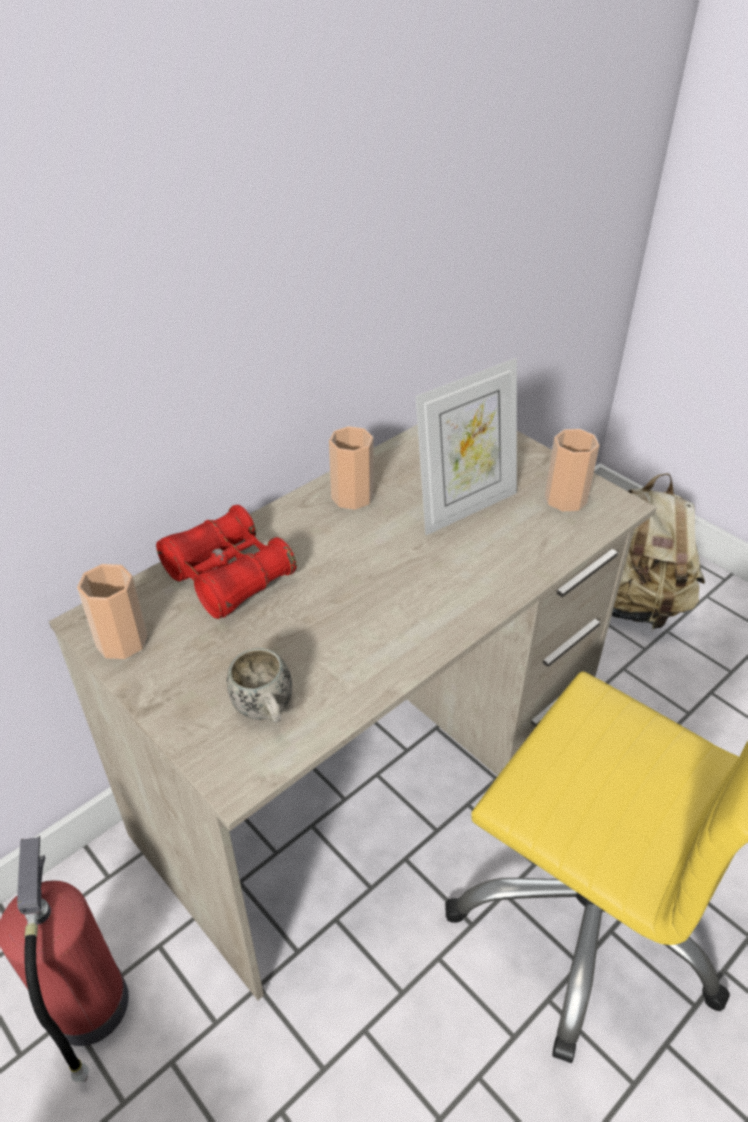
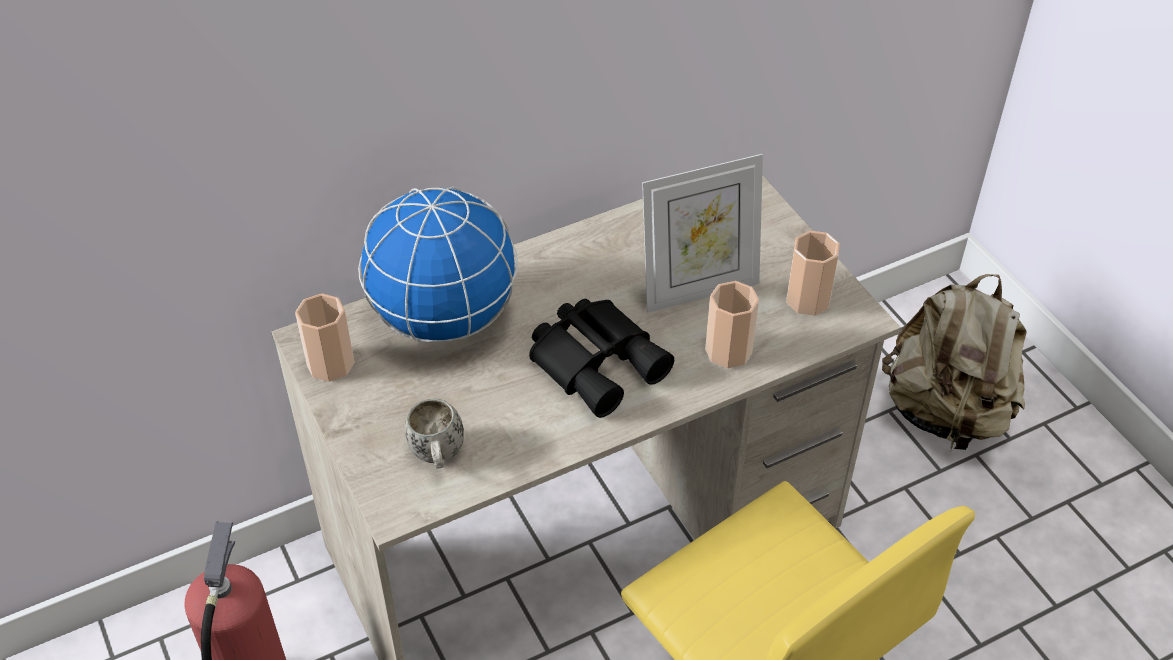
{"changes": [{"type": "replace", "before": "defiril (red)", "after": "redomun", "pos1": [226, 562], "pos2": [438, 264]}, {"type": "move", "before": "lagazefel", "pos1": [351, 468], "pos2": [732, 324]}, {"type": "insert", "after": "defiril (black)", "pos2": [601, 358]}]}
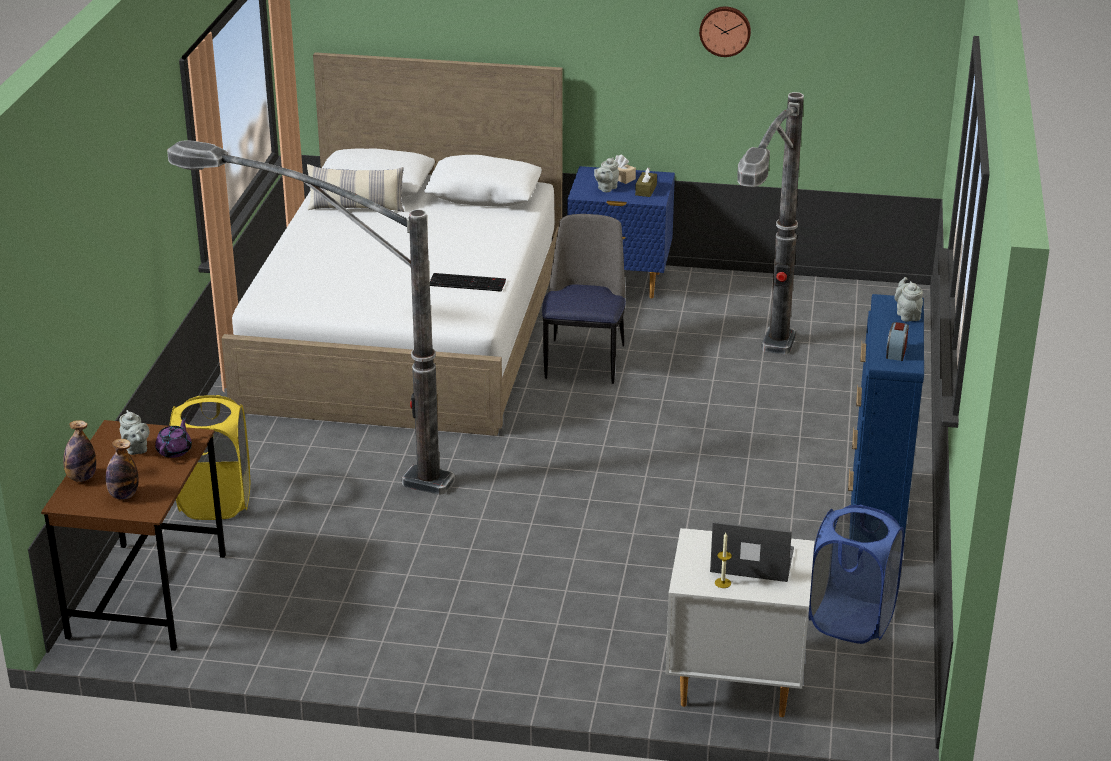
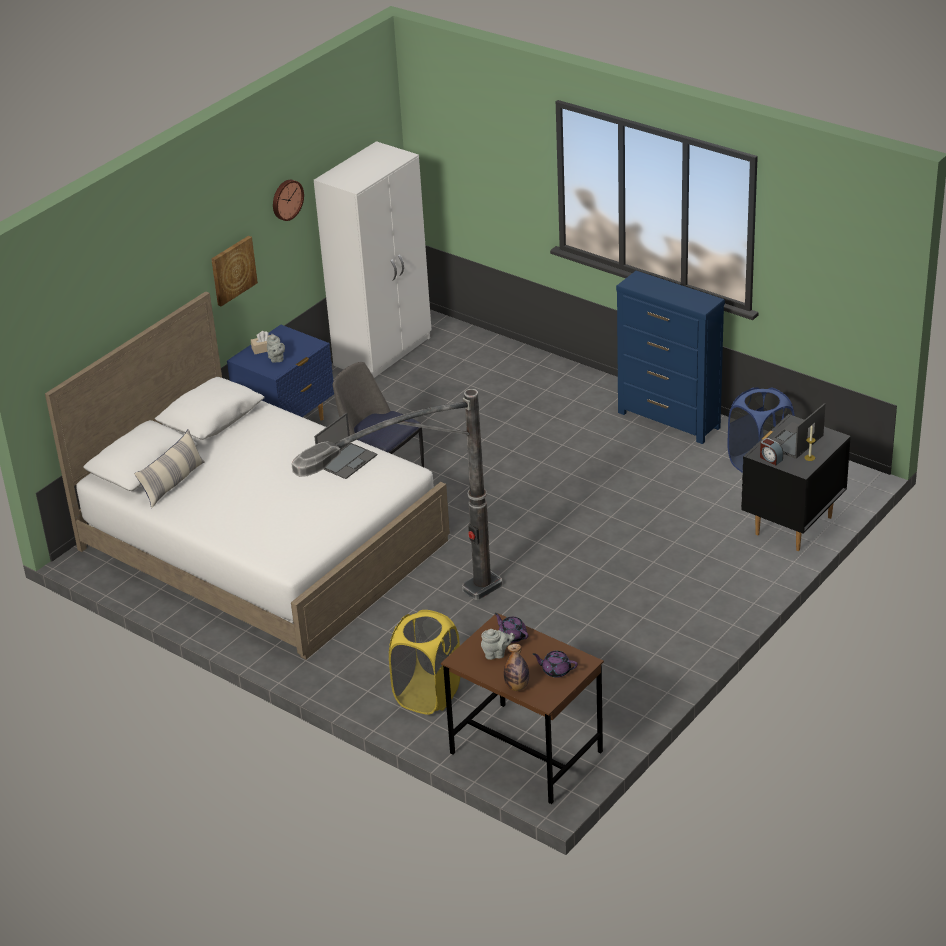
{"changes": [{"type": "replace", "before": "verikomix", "after": "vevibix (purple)", "pos1": [122, 469], "pos2": [555, 664]}, {"type": "replace", "before": "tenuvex", "after": "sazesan", "pos1": [468, 282], "pos2": [345, 446]}, {"type": "delete", "before": "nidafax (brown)", "pos1": [646, 182]}, {"type": "recolor", "before": "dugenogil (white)", "after": "dugenogil (black)", "pos1": [740, 622], "pos2": [796, 482]}, {"type": "delete", "before": "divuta", "pos1": [770, 223]}, {"type": "move", "before": "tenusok", "pos1": [897, 341], "pos2": [771, 451]}, {"type": "delete", "before": "vevibix (grey)", "pos1": [908, 299]}, {"type": "insert", "after": "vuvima", "pos2": [234, 271]}, {"type": "insert", "after": "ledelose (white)", "pos2": [372, 259]}]}
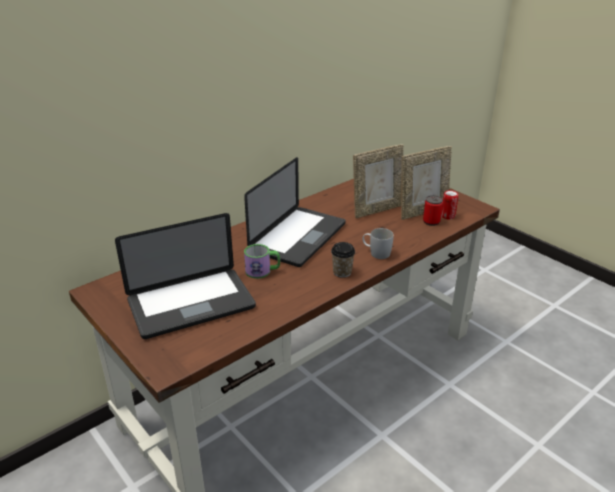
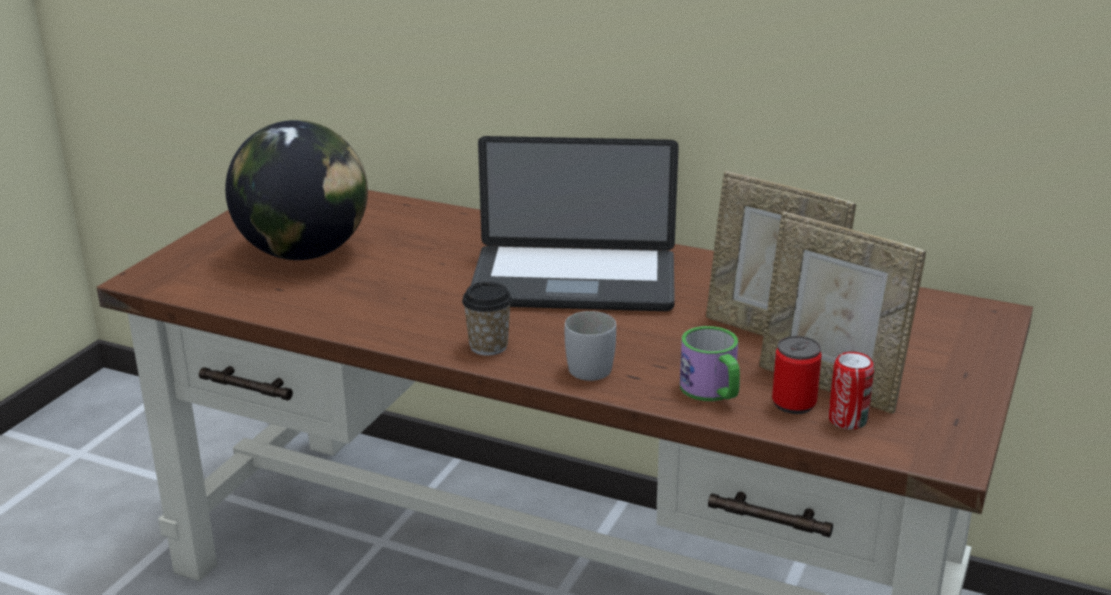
{"changes": [{"type": "replace", "before": "sazesan", "after": "redomun", "pos1": [185, 276], "pos2": [296, 190]}, {"type": "move", "before": "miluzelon", "pos1": [262, 261], "pos2": [710, 363]}]}
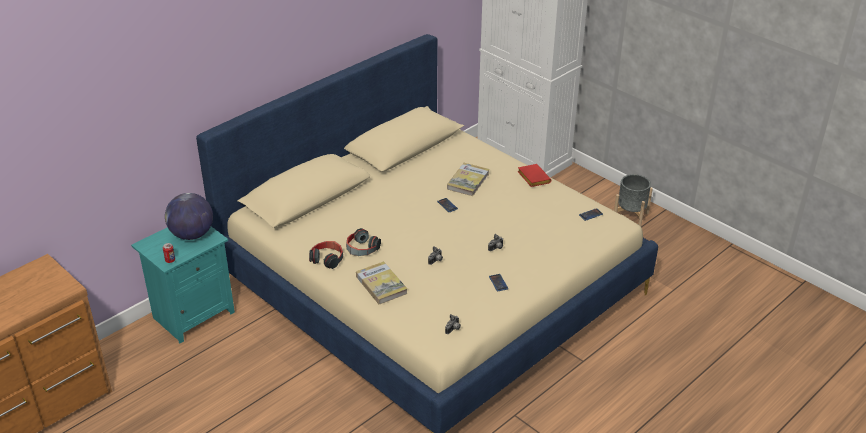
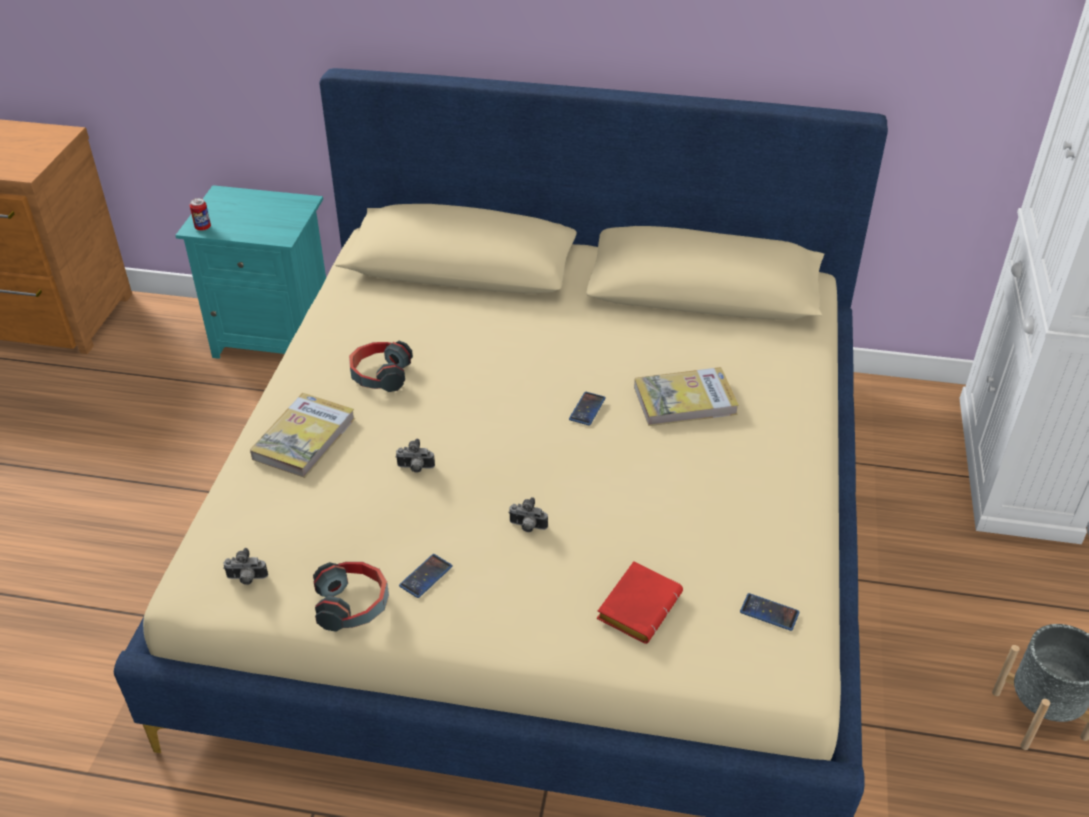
{"changes": [{"type": "delete", "before": "redomun", "pos1": [189, 216]}, {"type": "move", "before": "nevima", "pos1": [326, 255], "pos2": [351, 597]}, {"type": "move", "before": "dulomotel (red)", "pos1": [534, 175], "pos2": [640, 602]}]}
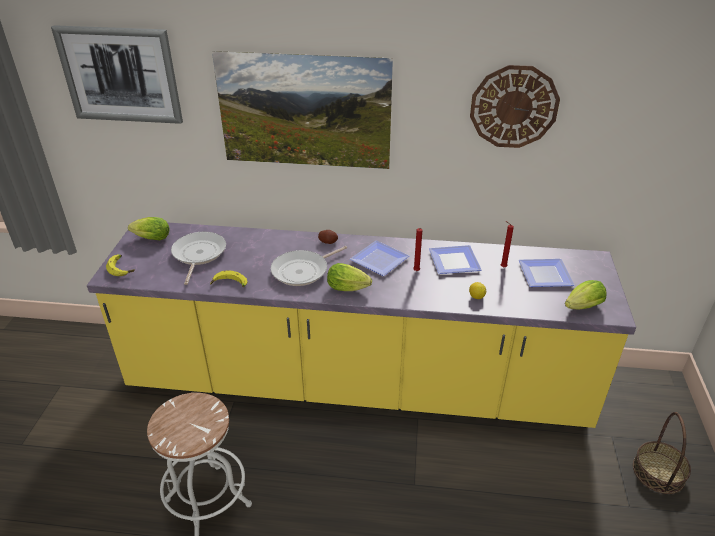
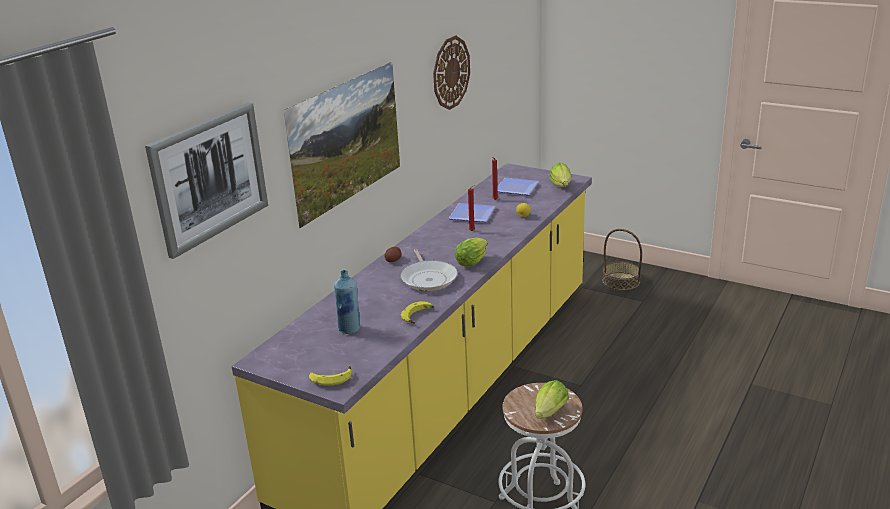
{"changes": [{"type": "move", "before": "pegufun", "pos1": [149, 228], "pos2": [552, 399]}, {"type": "replace", "before": "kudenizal", "after": "verikomix (blue)", "pos1": [198, 258], "pos2": [347, 302]}, {"type": "delete", "before": "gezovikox", "pos1": [379, 258]}]}
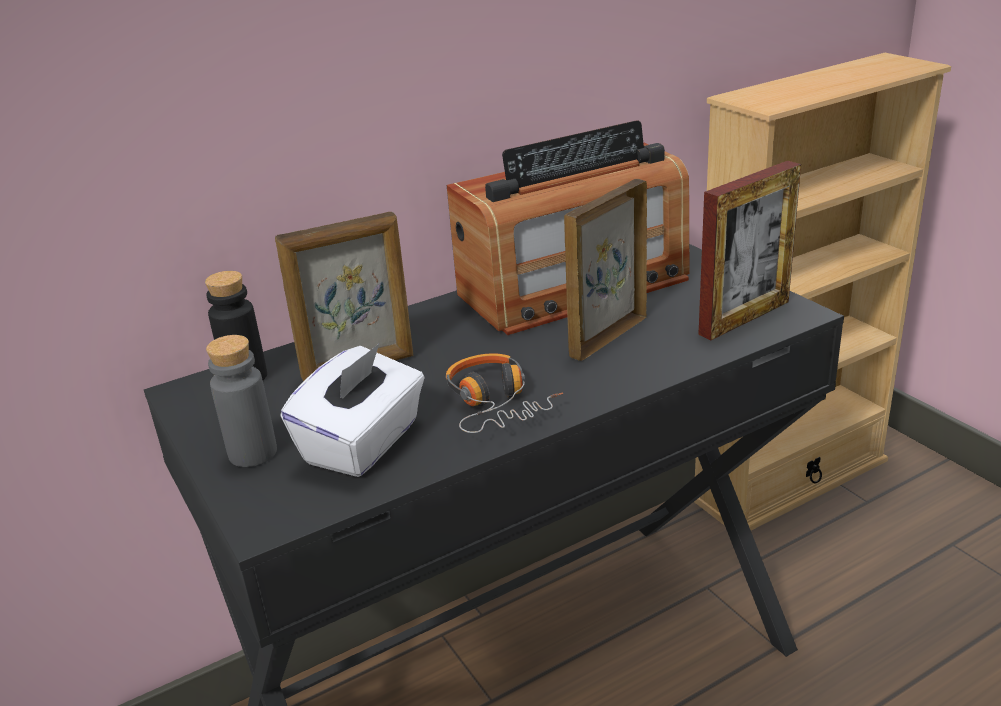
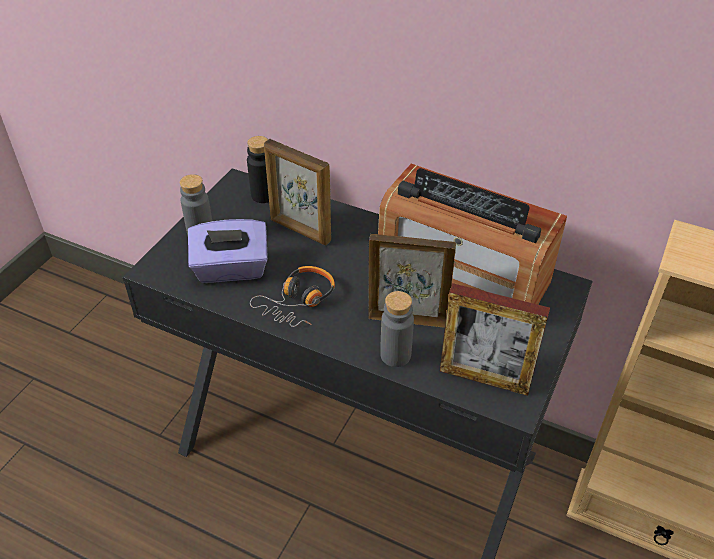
{"changes": [{"type": "recolor", "before": "nidafax (white)", "after": "nidafax (purple)", "pos1": [353, 410], "pos2": [228, 251]}, {"type": "insert", "after": "verikomix (grey)", "pos2": [397, 329]}]}
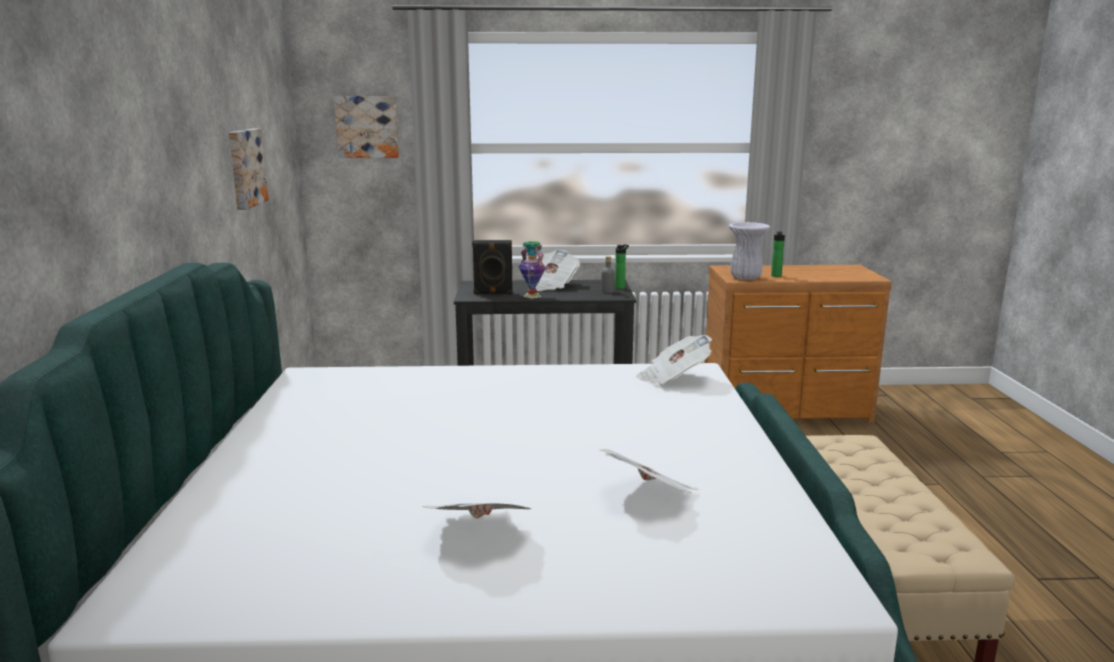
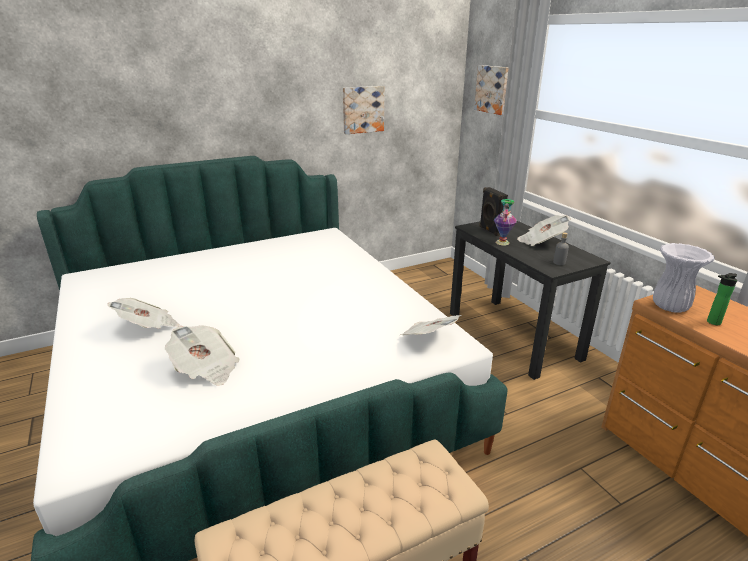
{"changes": [{"type": "delete", "before": "verikomix", "pos1": [622, 266]}]}
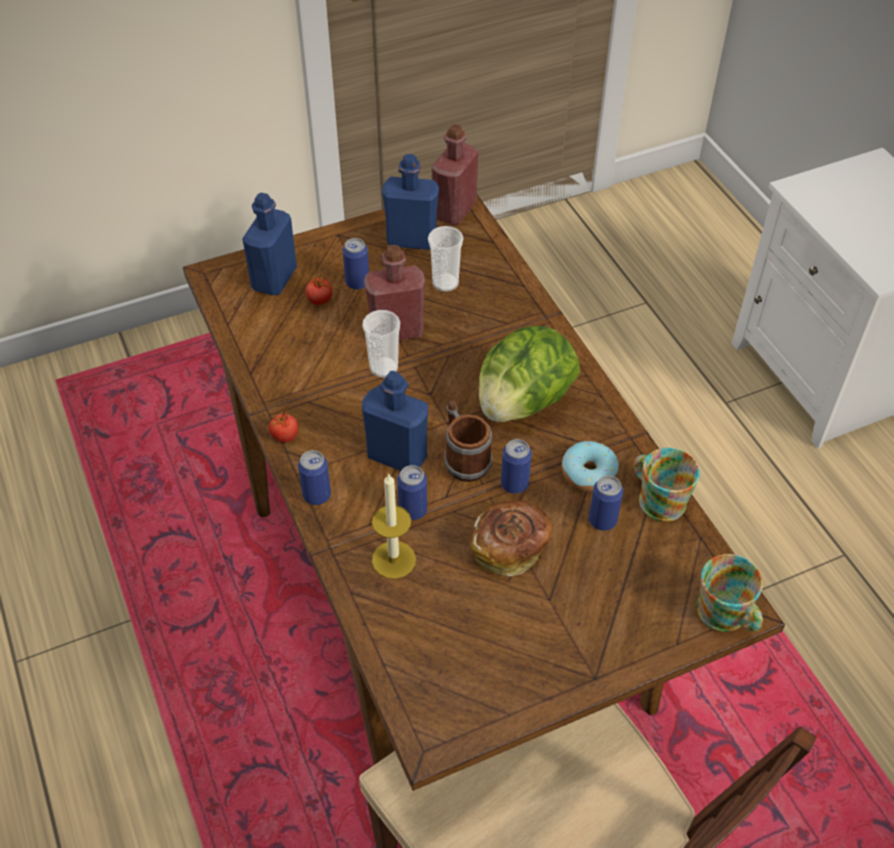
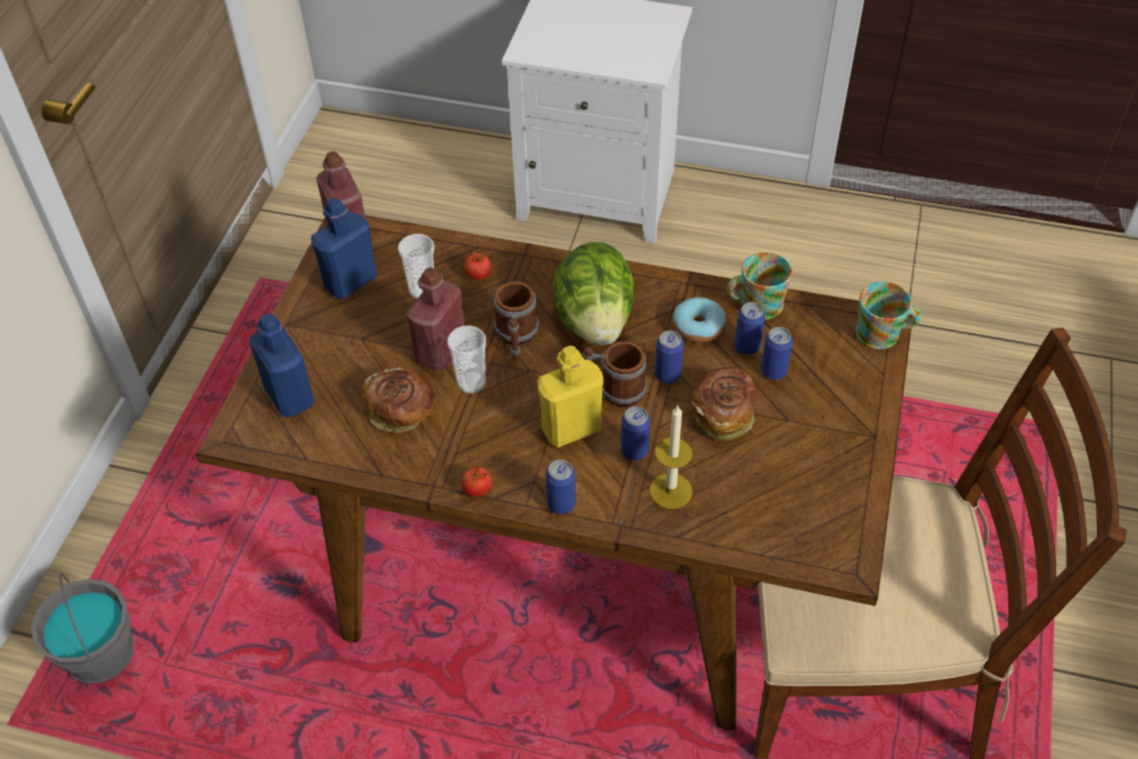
{"changes": [{"type": "move", "before": "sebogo", "pos1": [319, 290], "pos2": [477, 265]}, {"type": "move", "before": "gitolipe", "pos1": [356, 264], "pos2": [777, 353]}, {"type": "recolor", "before": "verikomix (blue)", "after": "verikomix (yellow)", "pos1": [395, 421], "pos2": [570, 396]}, {"type": "insert", "after": "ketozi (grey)", "pos2": [82, 628]}, {"type": "insert", "after": "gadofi", "pos2": [399, 400]}, {"type": "insert", "after": "miluzelon", "pos2": [516, 321]}]}
